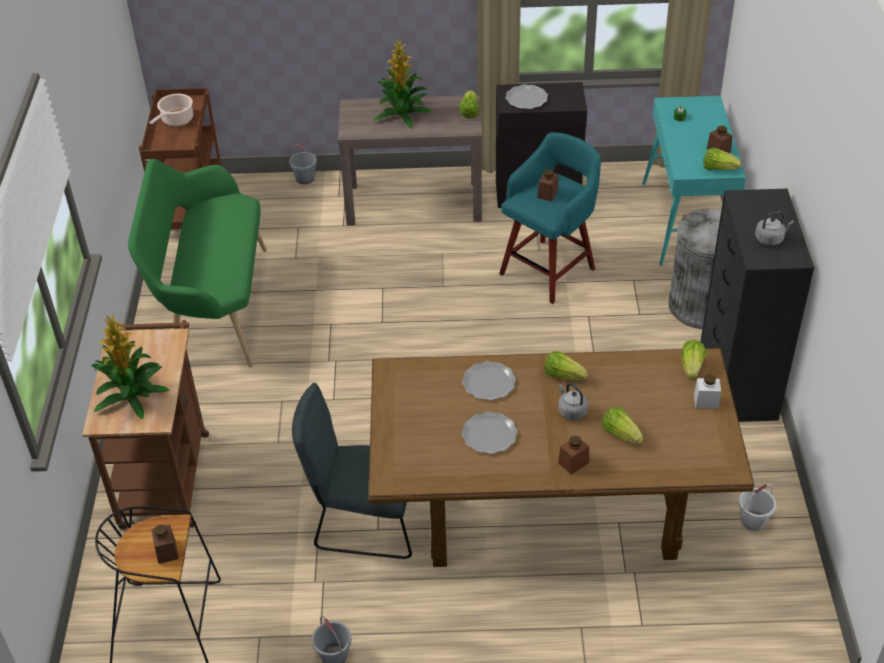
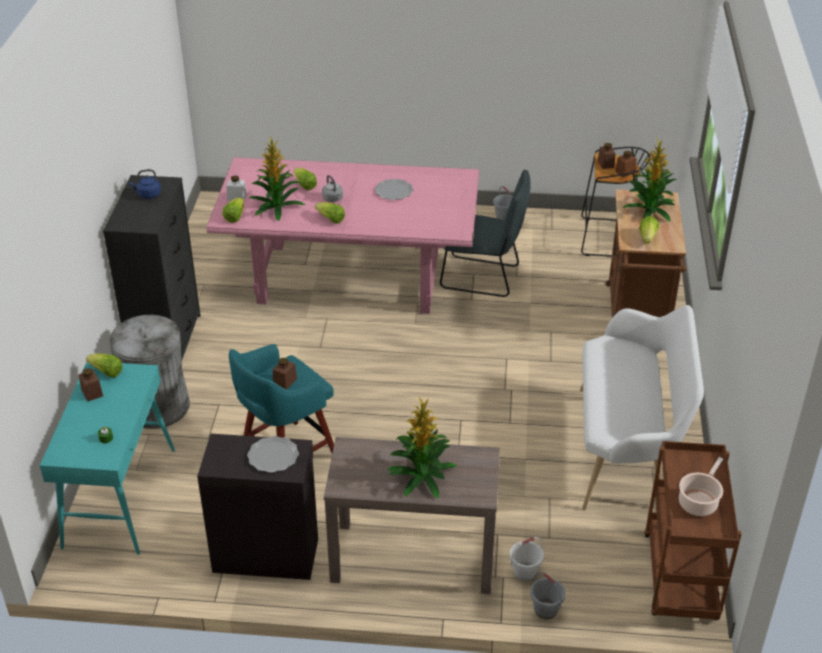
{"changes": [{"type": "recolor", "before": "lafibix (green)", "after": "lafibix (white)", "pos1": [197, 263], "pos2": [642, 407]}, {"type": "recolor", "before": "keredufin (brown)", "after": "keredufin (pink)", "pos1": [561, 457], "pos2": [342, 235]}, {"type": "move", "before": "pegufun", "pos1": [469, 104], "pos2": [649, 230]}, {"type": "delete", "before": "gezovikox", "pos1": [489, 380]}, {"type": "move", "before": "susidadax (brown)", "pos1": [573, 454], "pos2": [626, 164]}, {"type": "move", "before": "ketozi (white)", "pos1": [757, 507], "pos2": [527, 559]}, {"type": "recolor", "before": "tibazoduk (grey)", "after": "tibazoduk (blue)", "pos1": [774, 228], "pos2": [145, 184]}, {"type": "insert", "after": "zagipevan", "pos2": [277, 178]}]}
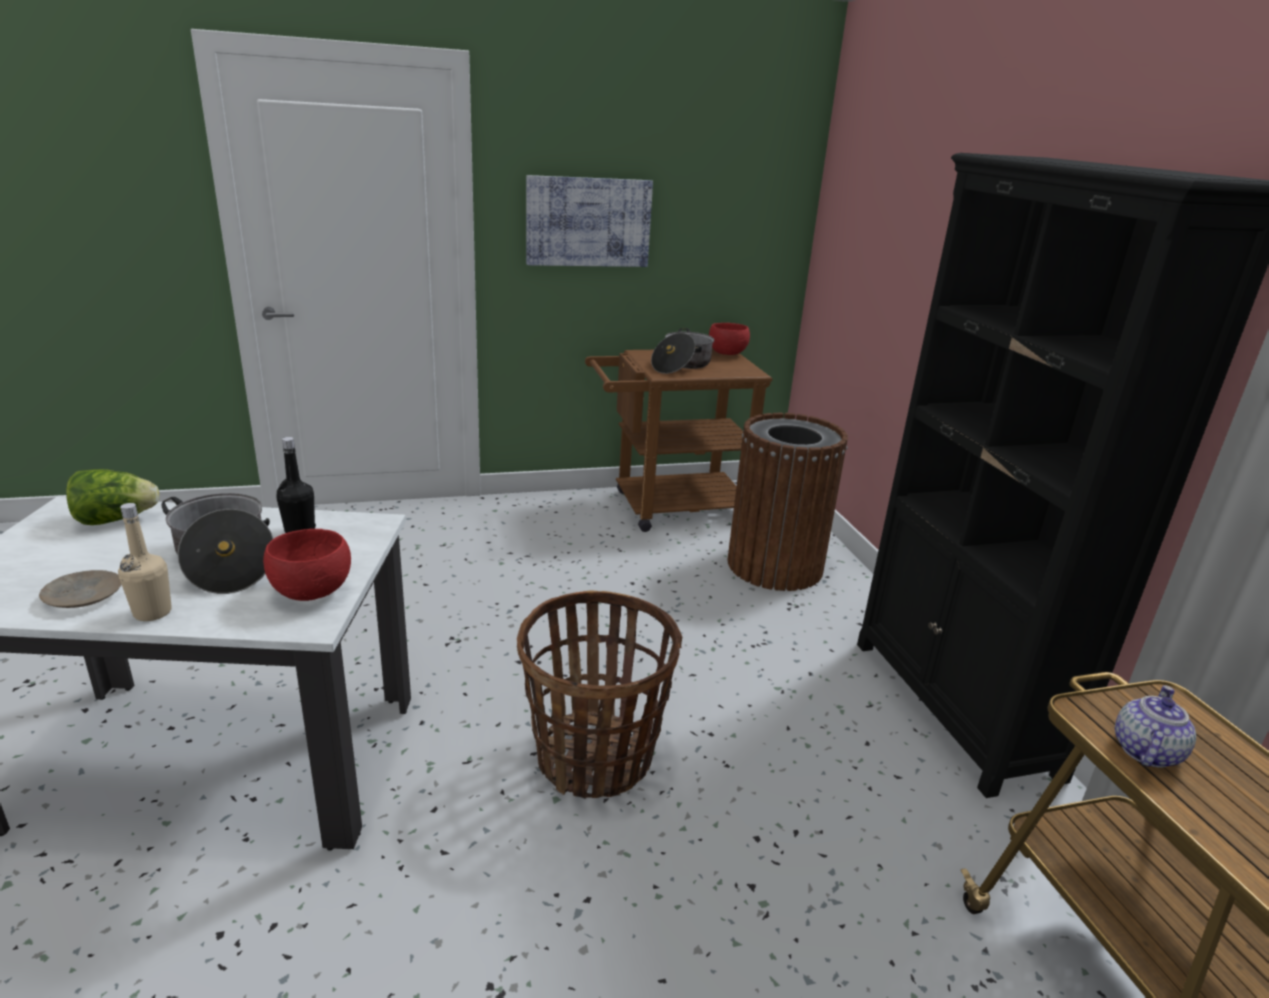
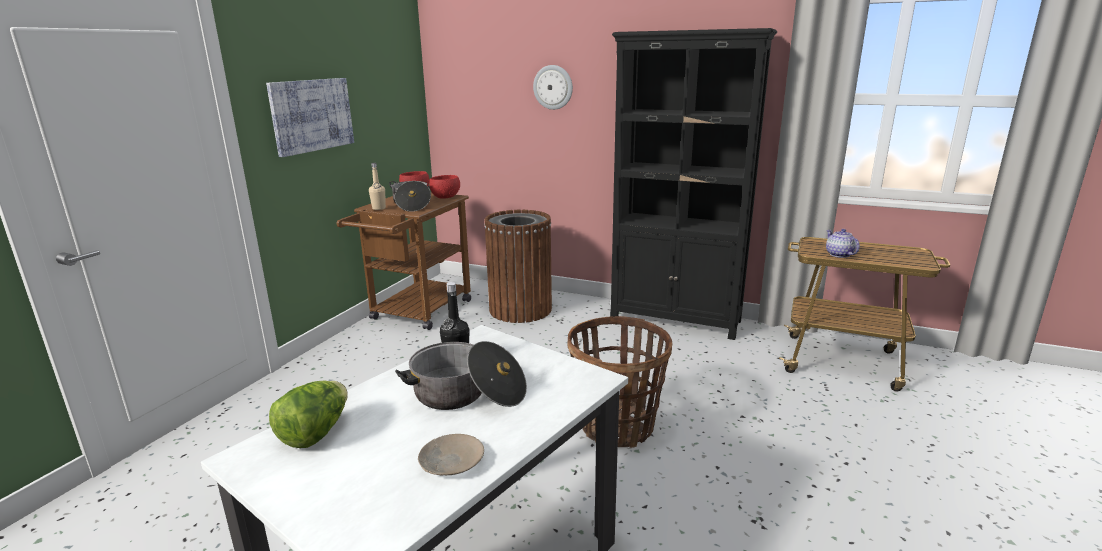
{"changes": [{"type": "move", "before": "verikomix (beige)", "pos1": [145, 562], "pos2": [377, 186]}, {"type": "move", "before": "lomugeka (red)", "pos1": [307, 565], "pos2": [444, 187]}, {"type": "insert", "after": "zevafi", "pos2": [553, 87]}]}
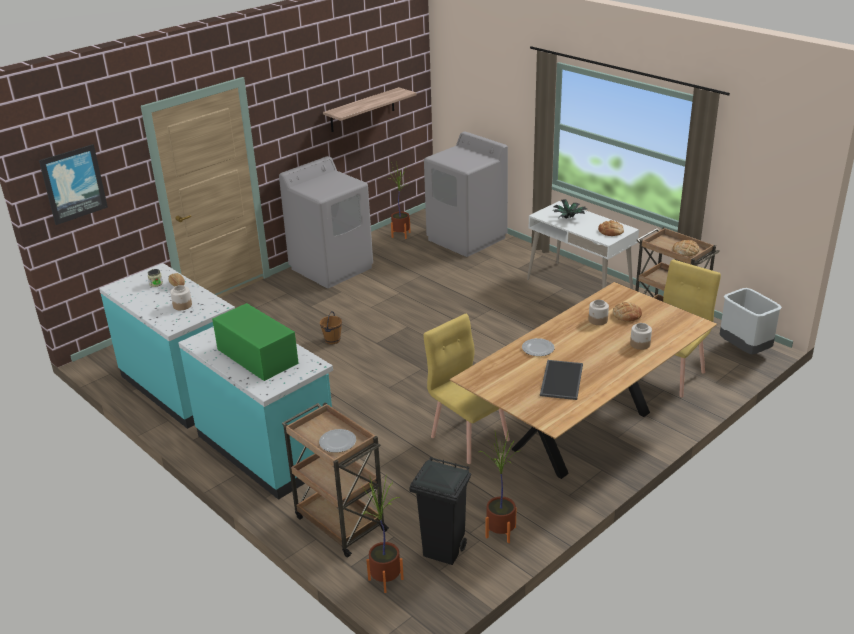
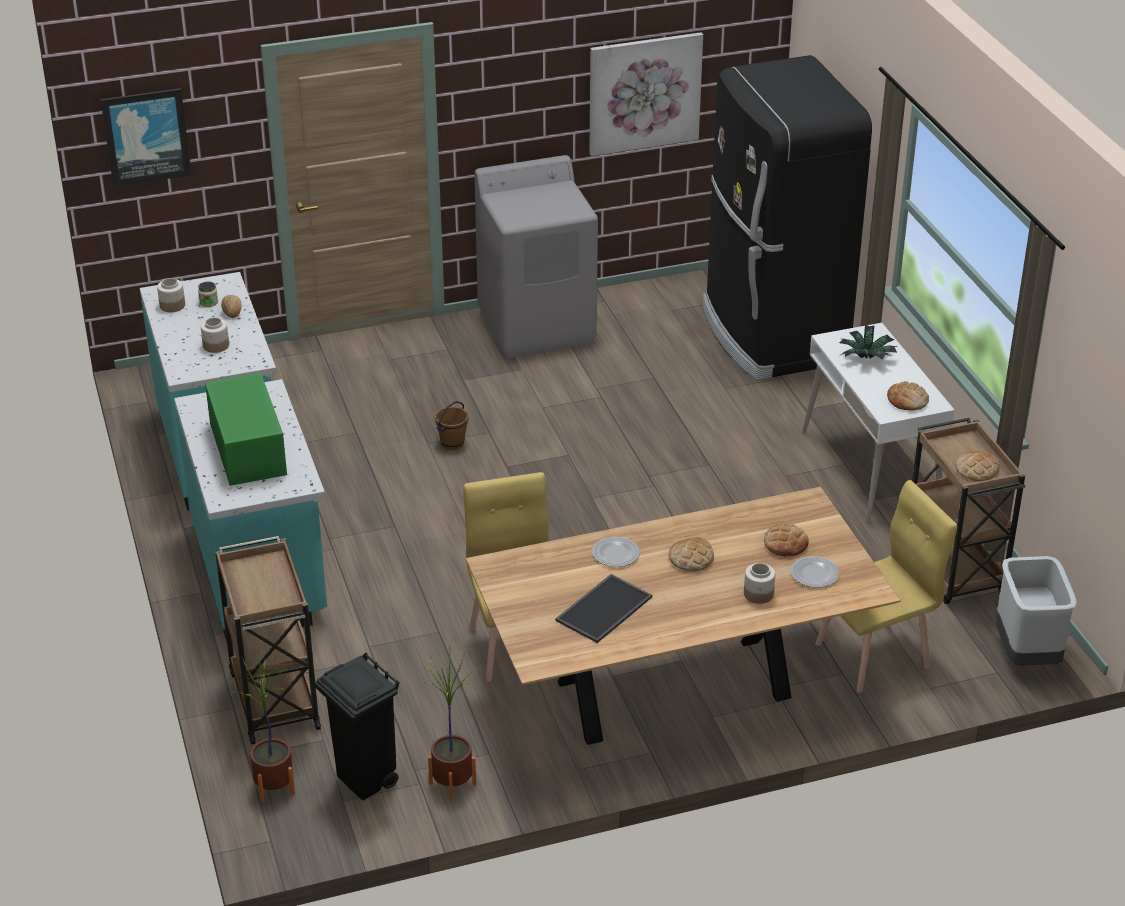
{"changes": [{"type": "move", "before": "gezovikox", "pos1": [337, 441], "pos2": [815, 572]}, {"type": "replace", "before": "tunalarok", "after": "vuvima", "pos1": [370, 109], "pos2": [646, 94]}, {"type": "delete", "before": "zagipevan", "pos1": [399, 200]}, {"type": "replace", "before": "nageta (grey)", "after": "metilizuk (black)", "pos1": [466, 194], "pos2": [787, 217]}, {"type": "move", "before": "susidadax", "pos1": [599, 312], "pos2": [171, 295]}, {"type": "insert", "after": "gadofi", "pos2": [691, 554]}]}
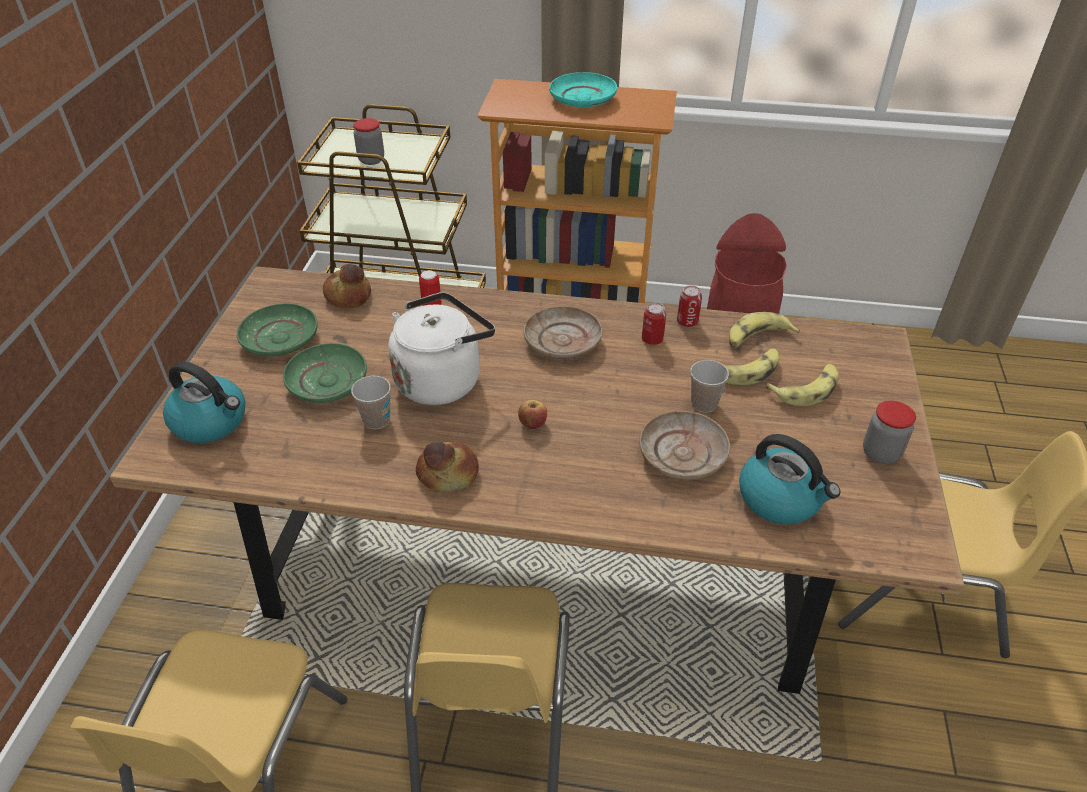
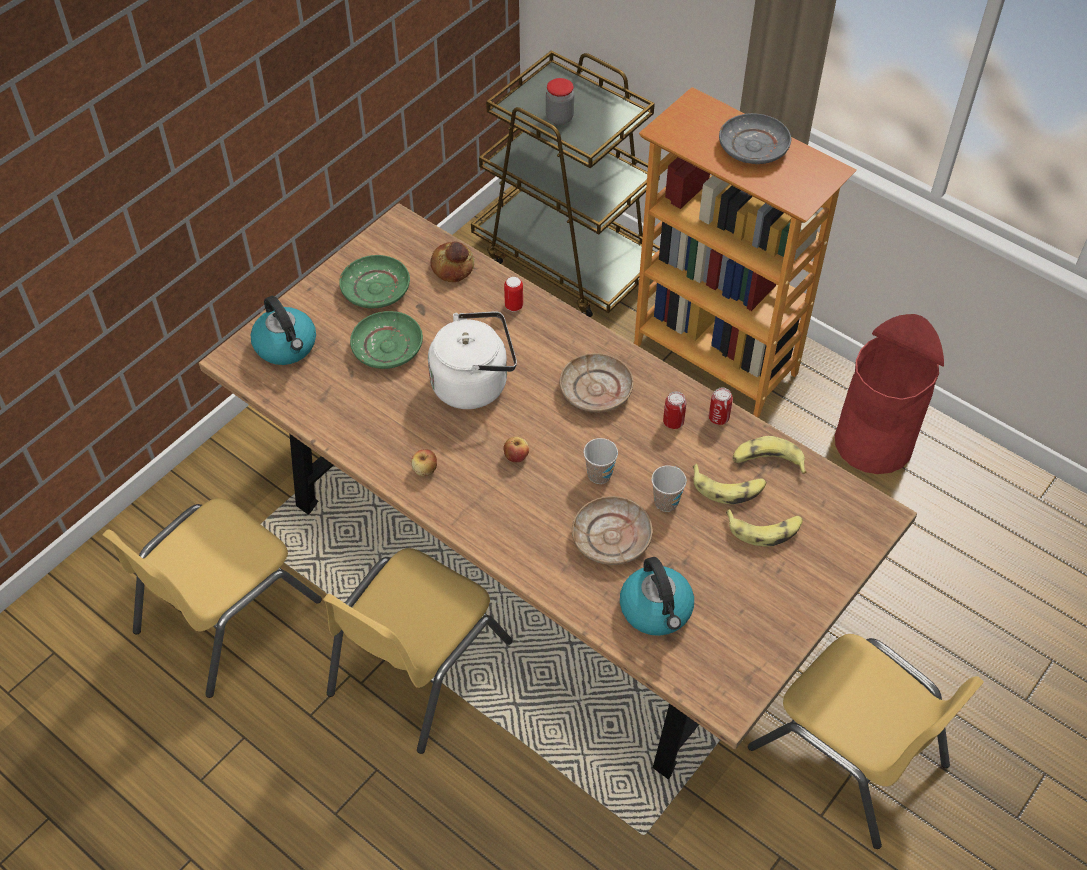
{"changes": [{"type": "move", "before": "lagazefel", "pos1": [371, 402], "pos2": [600, 461]}, {"type": "replace", "before": "gadofi", "after": "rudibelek", "pos1": [447, 467], "pos2": [424, 462]}, {"type": "recolor", "before": "gezovikox (turquoise)", "after": "gezovikox (grey)", "pos1": [583, 89], "pos2": [755, 138]}, {"type": "delete", "before": "susidadax", "pos1": [889, 432]}]}
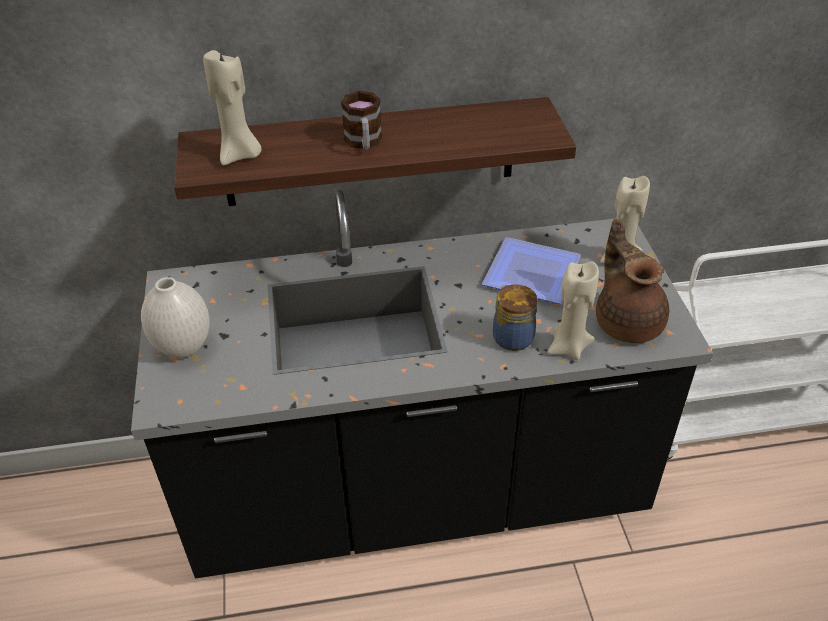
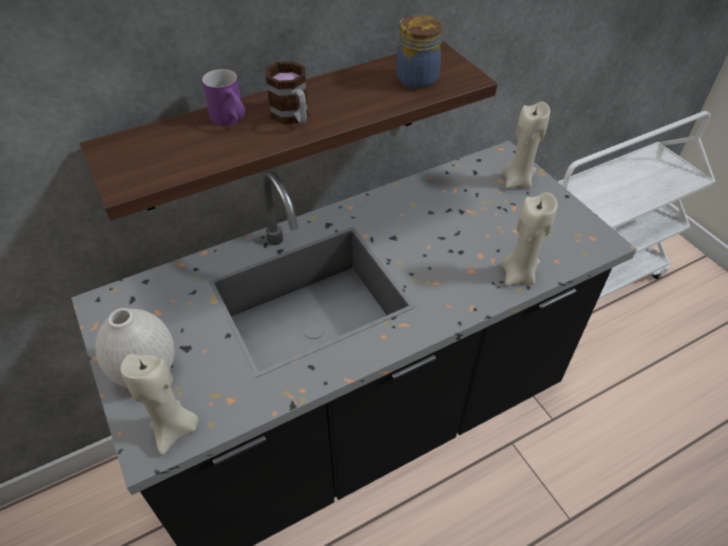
{"changes": [{"type": "move", "before": "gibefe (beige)", "pos1": [232, 107], "pos2": [159, 404]}, {"type": "delete", "before": "gezovikox", "pos1": [531, 270]}, {"type": "move", "before": "susidadax", "pos1": [515, 317], "pos2": [419, 52]}, {"type": "delete", "before": "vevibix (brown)", "pos1": [632, 281]}, {"type": "insert", "after": "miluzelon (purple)", "pos2": [223, 97]}]}
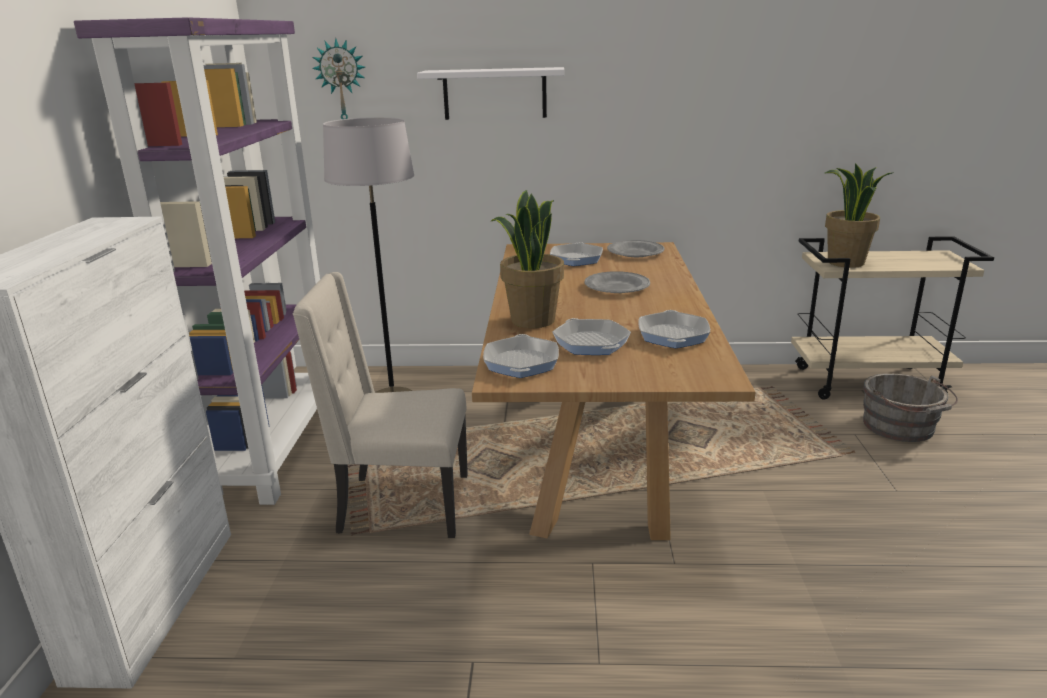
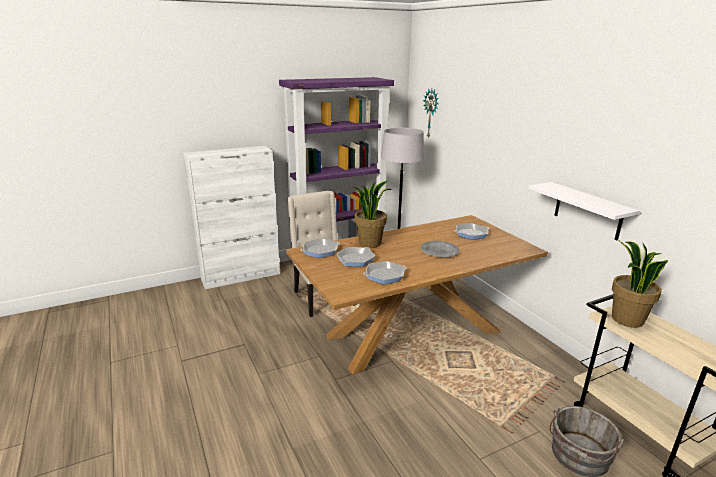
{"changes": [{"type": "move", "before": "tunalarok (white)", "pos1": [491, 93], "pos2": [583, 211]}, {"type": "delete", "before": "gezovikox (grey)", "pos1": [636, 248]}]}
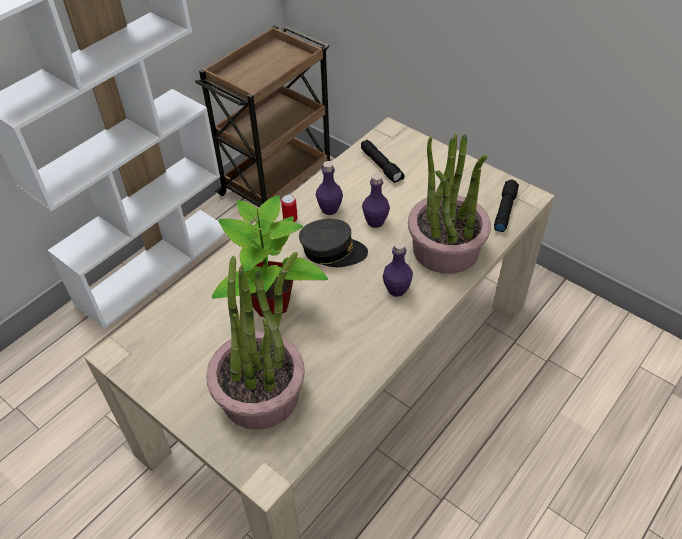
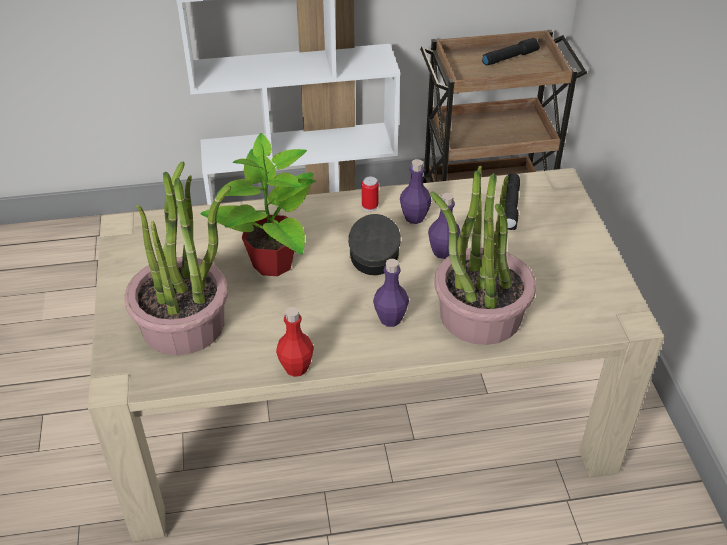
{"changes": [{"type": "rotate", "before": "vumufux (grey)", "pos1": [333, 243], "pos2": [374, 244], "turn": -135}, {"type": "move", "before": "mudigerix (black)", "pos1": [506, 206], "pos2": [511, 52]}, {"type": "insert", "after": "verikomix (red)", "pos2": [295, 342]}]}
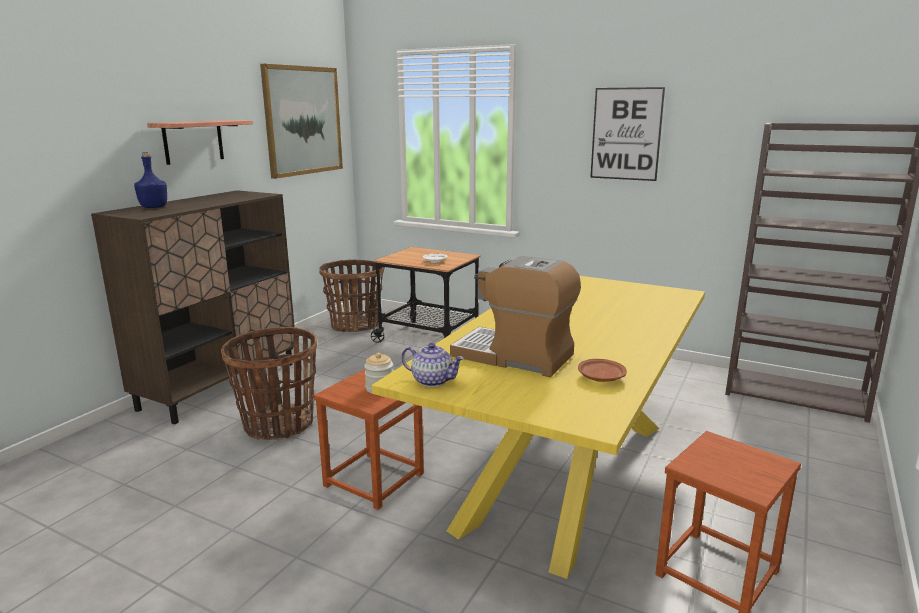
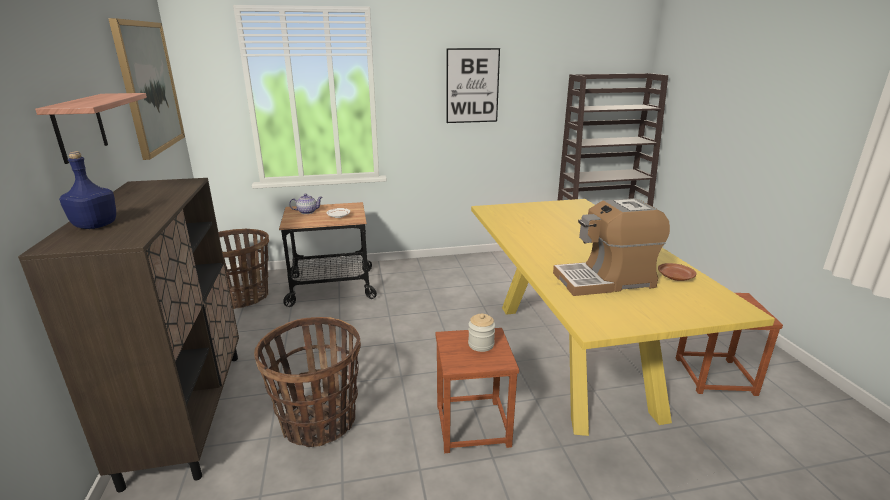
{"changes": [{"type": "move", "before": "vevibix", "pos1": [432, 365], "pos2": [306, 204]}]}
